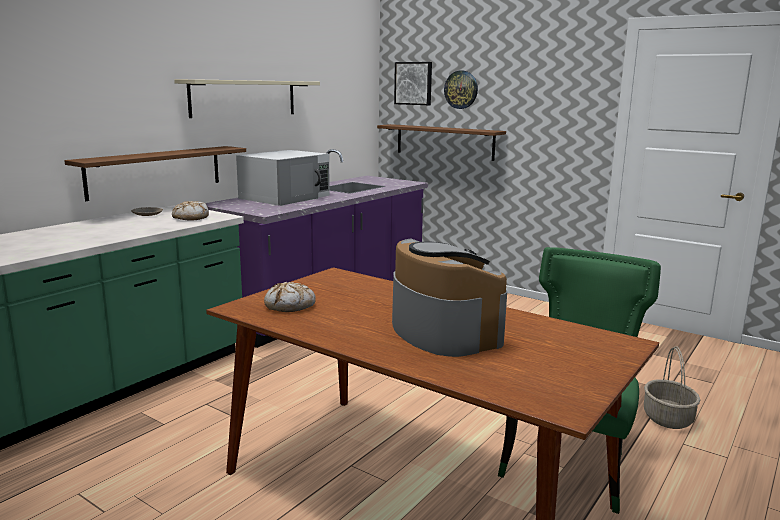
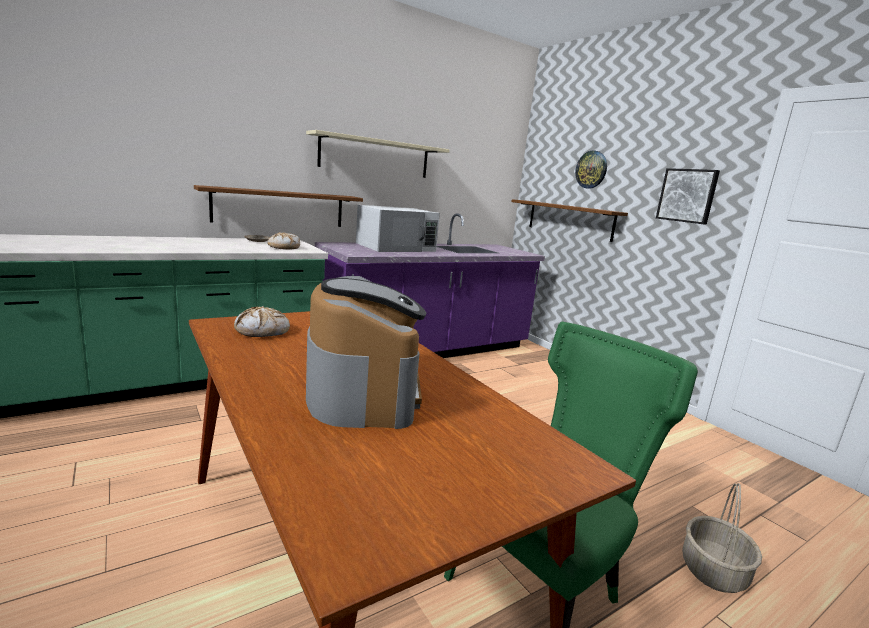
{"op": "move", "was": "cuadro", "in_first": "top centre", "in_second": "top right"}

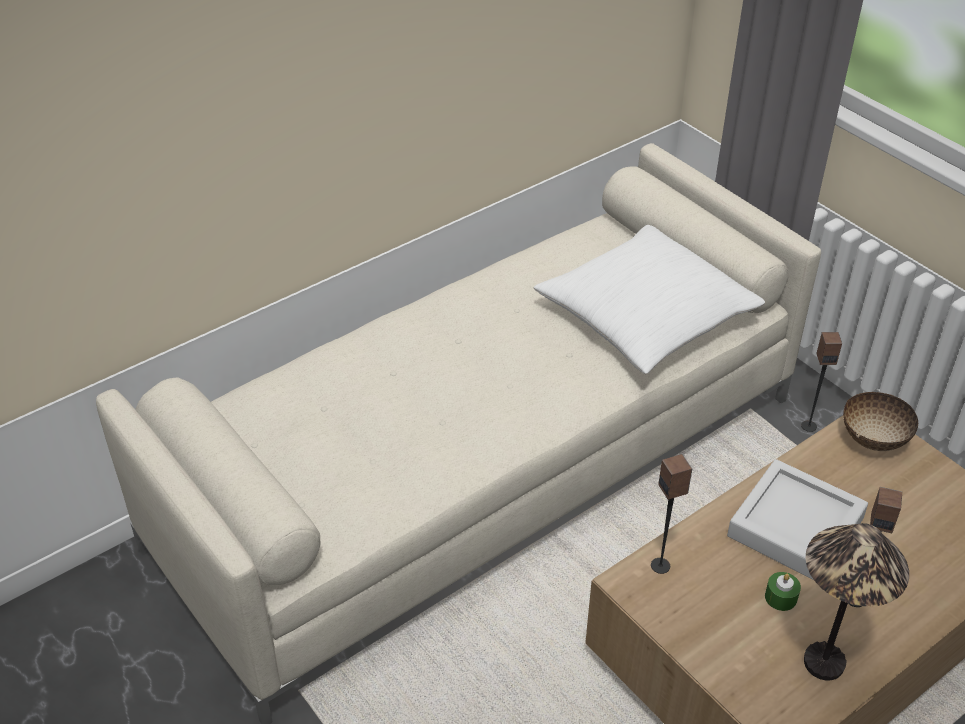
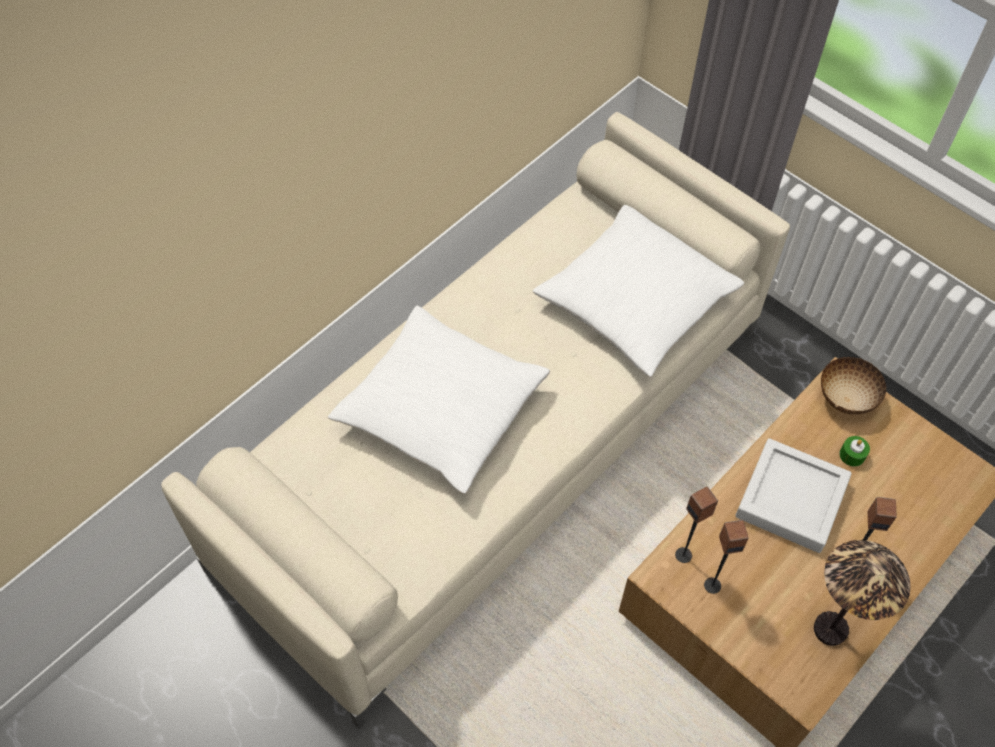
{"op": "insert", "now": "cojín (blanco) (1st from left)", "in_second": "centre"}
{"op": "move", "was": "vela (verde)", "in_first": "bottom right", "in_second": "middle right"}
{"op": "move", "was": "altavoz (2nd from left)", "in_first": "middle right", "in_second": "bottom right"}

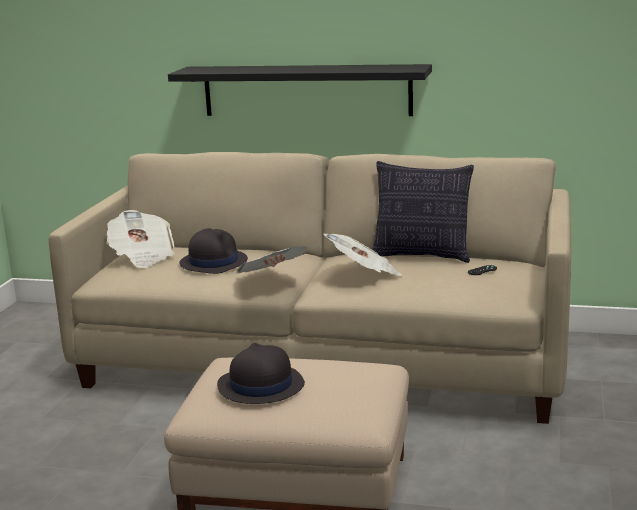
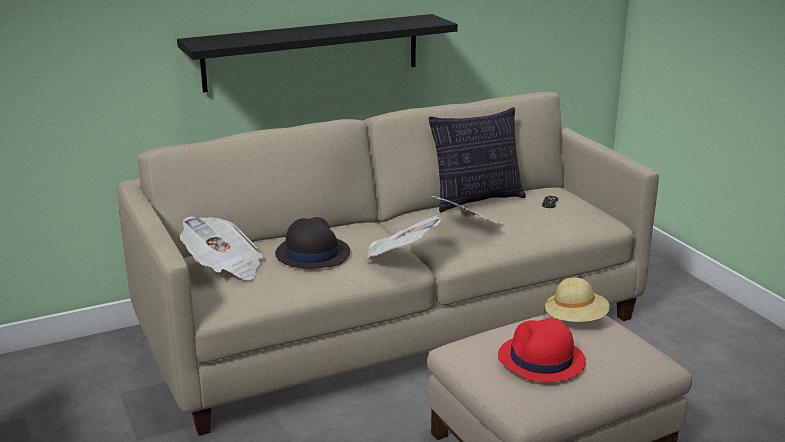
{"op": "insert", "now": "sombrero (beis)", "in_second": "bottom right"}
{"op": "recolor", "was": "sombrero (negro) (2nd from left)", "now": "sombrero (rojo)", "in_first": "bottom centre", "in_second": "bottom right"}

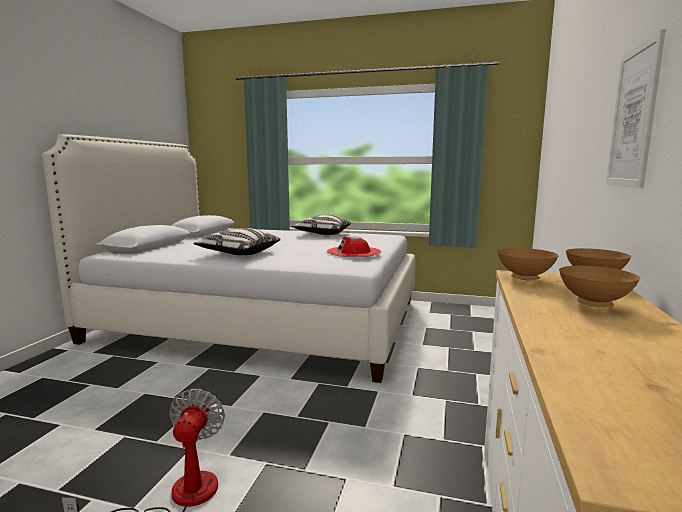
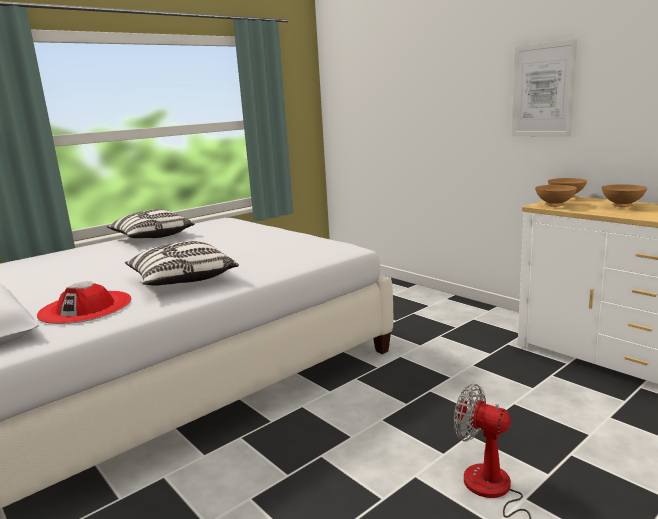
{"op": "move", "was": "sombrero (rojo)", "in_first": "centre", "in_second": "middle left"}

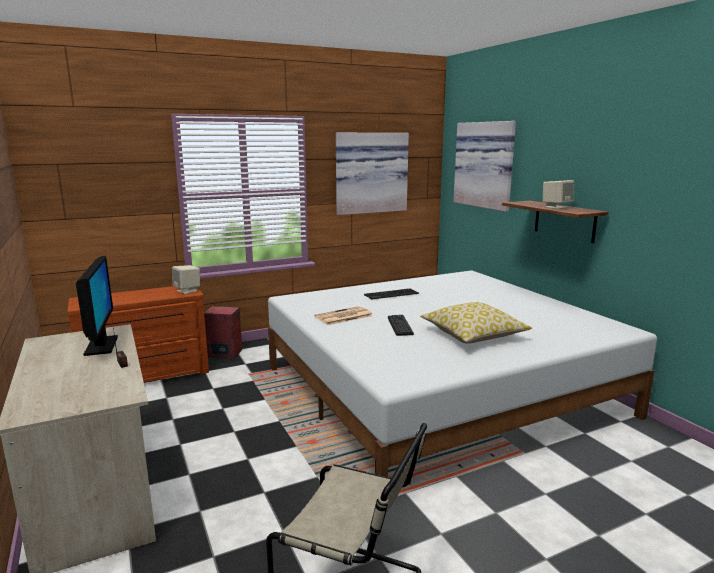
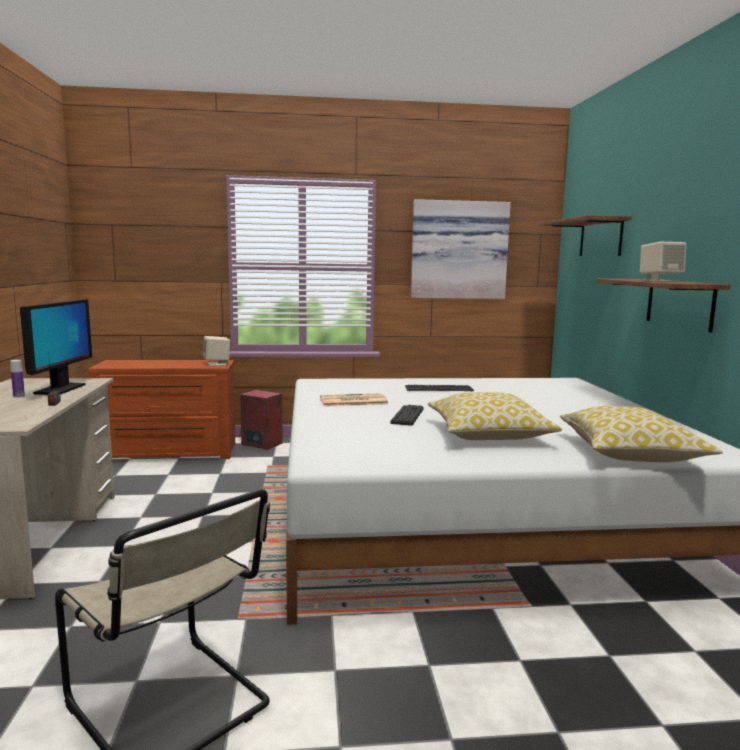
{"op": "insert", "now": "botella", "in_second": "middle left"}
{"op": "insert", "now": "cojín (2nd from left)", "in_second": "middle right"}
{"op": "replace", "was": "cuadro (2nd from left)", "now": "estante (1st from left)", "in_first": "top right", "in_second": "top right"}

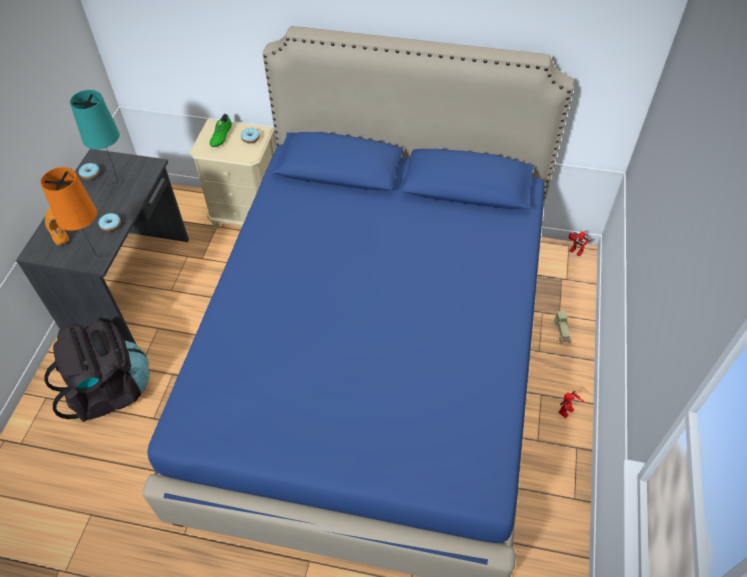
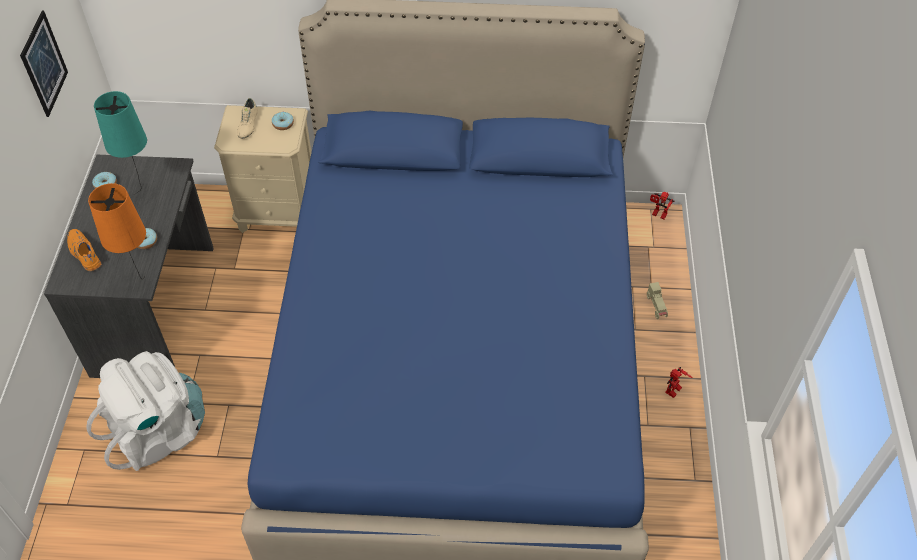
{"op": "insert", "now": "cuadro", "in_second": "top left"}
{"op": "recolor", "was": "mochila (negro)", "now": "mochila (blanco)", "in_first": "middle left", "in_second": "bottom left"}
{"op": "recolor", "was": "zapato (verde)", "now": "zapato (beis)", "in_first": "top left", "in_second": "top left"}

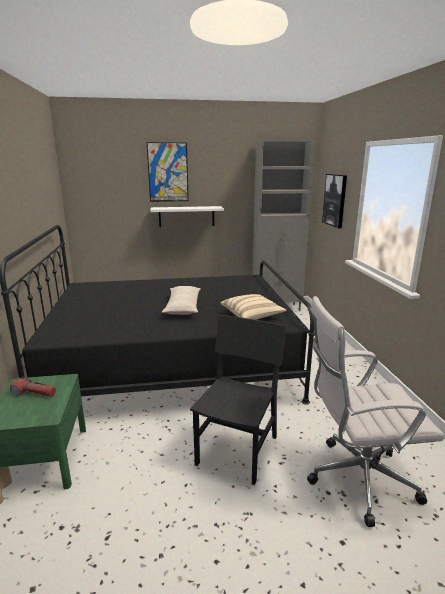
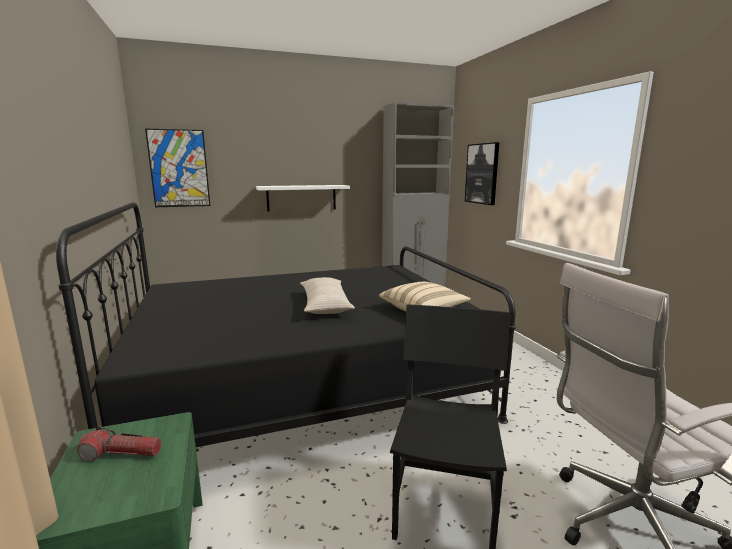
{"op": "move", "was": "cuadro (1st from left)", "in_first": "top centre", "in_second": "top left"}

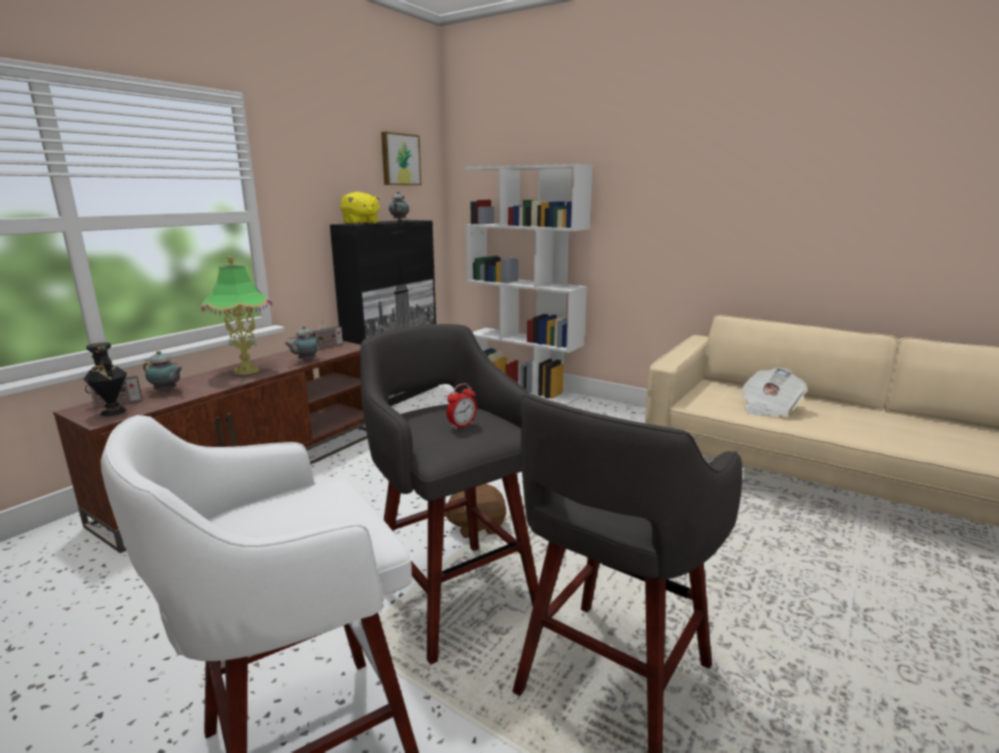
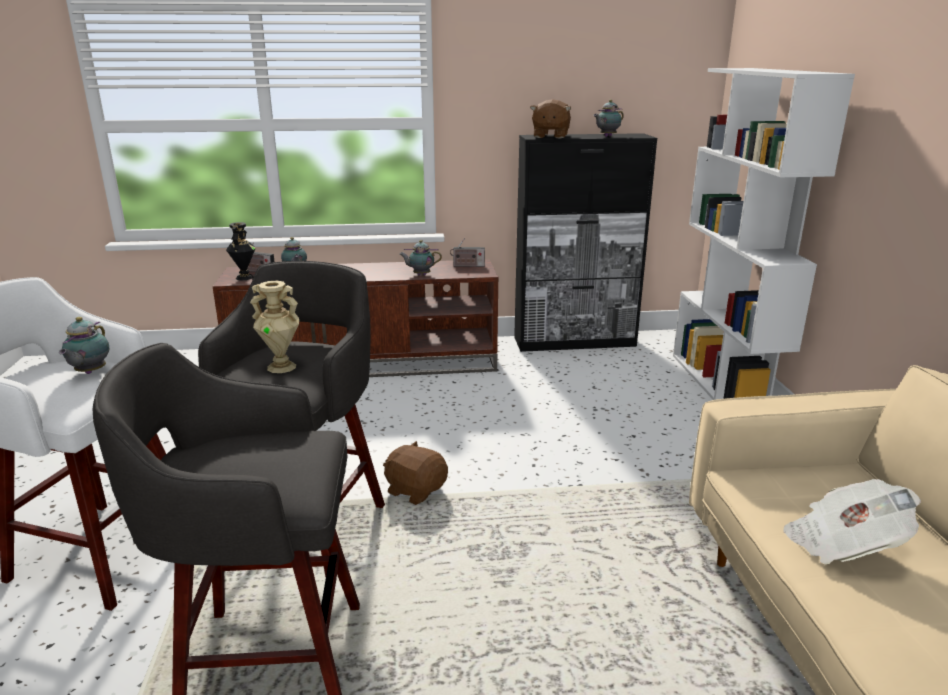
{"op": "delete", "was": "lámpara de mesa", "in_first": "middle left"}
{"op": "delete", "was": "cuadro", "in_first": "top centre"}
{"op": "insert", "now": "tetera (1st from left)", "in_second": "middle left"}
{"op": "replace", "was": "despertador", "now": "florero (beis)", "in_first": "centre", "in_second": "middle left"}
{"op": "recolor", "was": "peluche (amarillo)", "now": "peluche (marrón) (2nd from left)", "in_first": "top centre", "in_second": "top centre"}

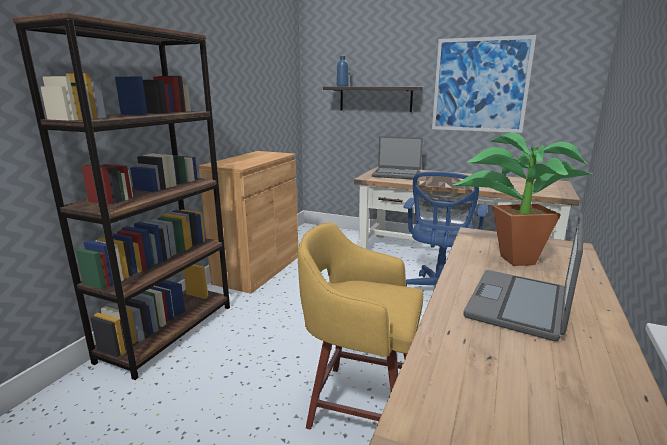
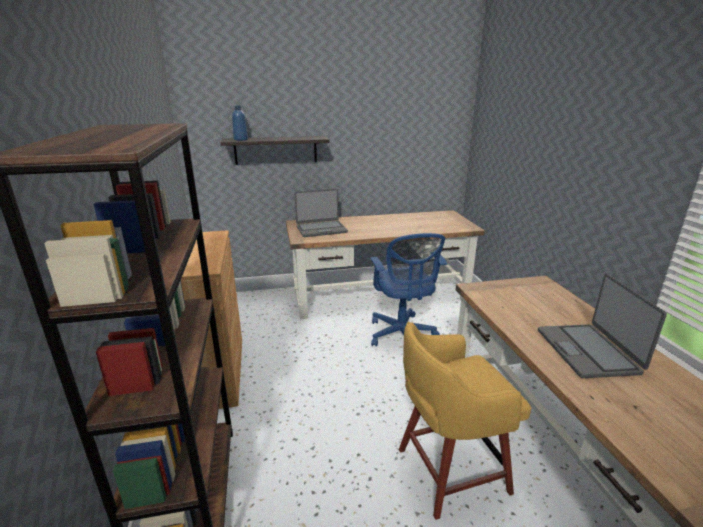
{"op": "delete", "was": "cuadro", "in_first": "top right"}
{"op": "delete", "was": "planta en maceta", "in_first": "middle right"}

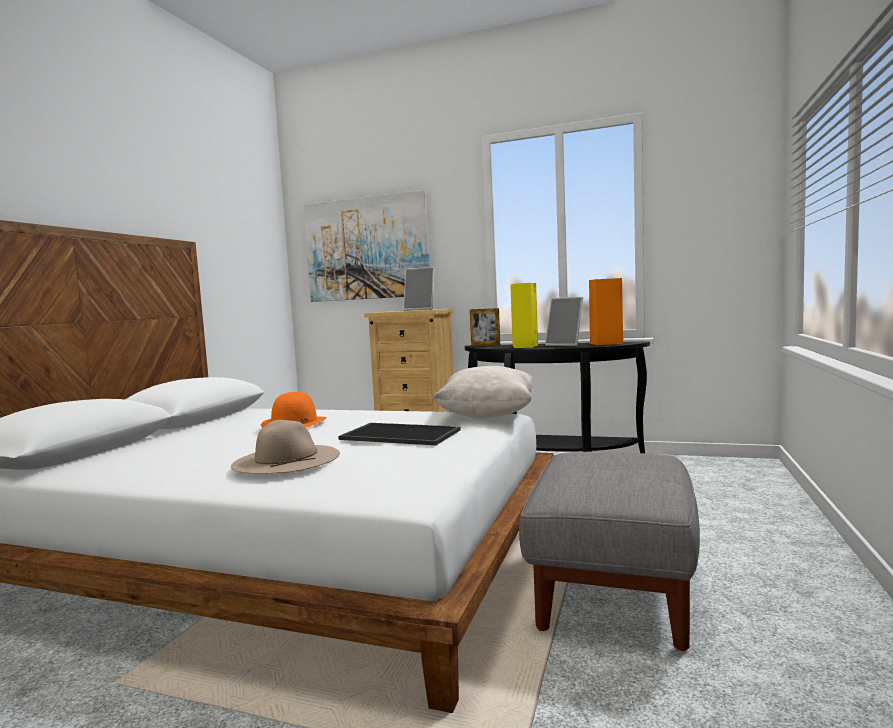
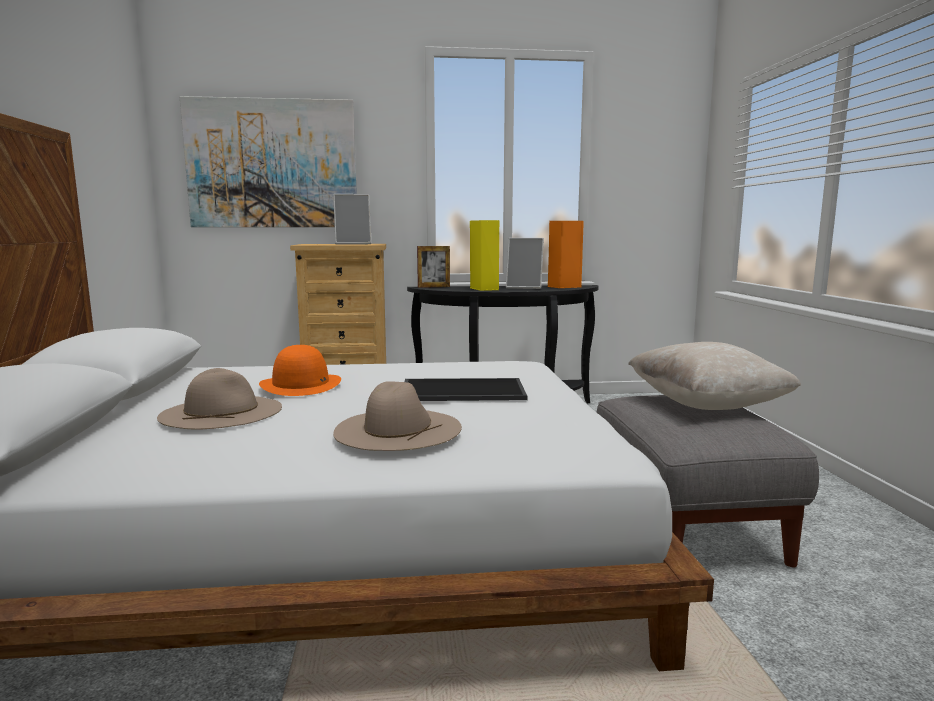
{"op": "insert", "now": "sombrero (beis) (1st from left)", "in_second": "middle left"}
{"op": "move", "was": "cojín (beis)", "in_first": "centre", "in_second": "middle right"}

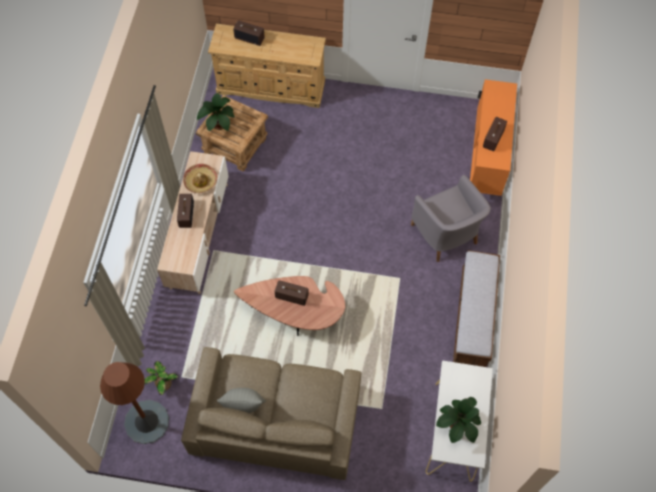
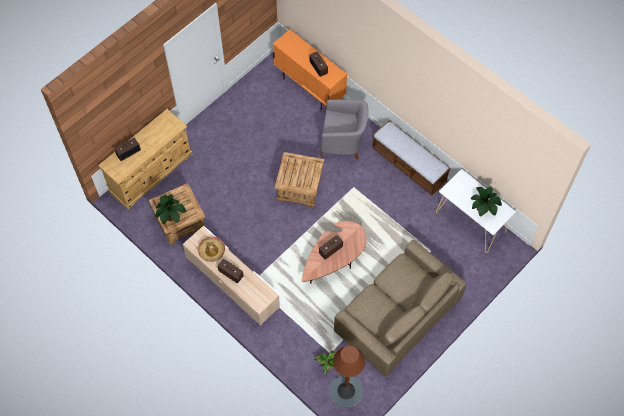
{"op": "delete", "was": "cojín (gris)", "in_first": "bottom centre"}
{"op": "insert", "now": "mesa auxiliar (marrón) (2nd from left)", "in_second": "centre"}

